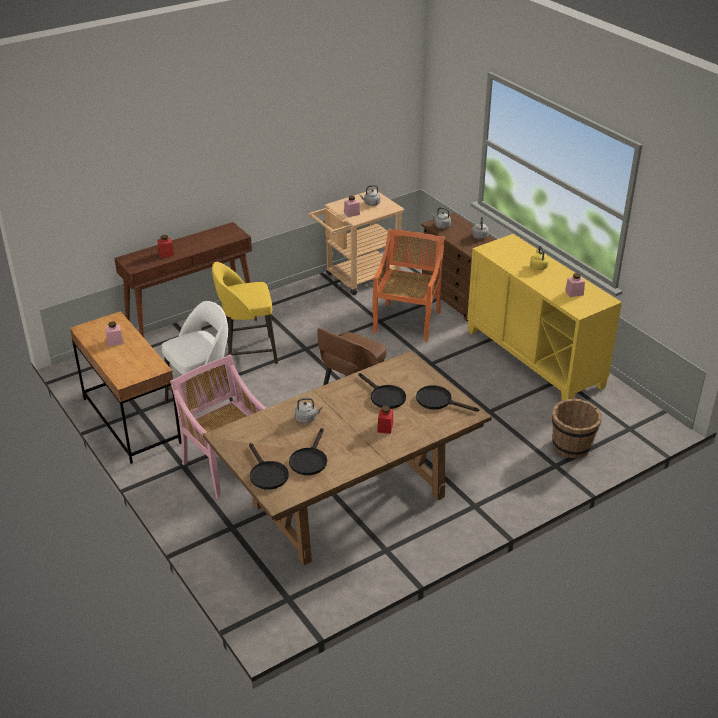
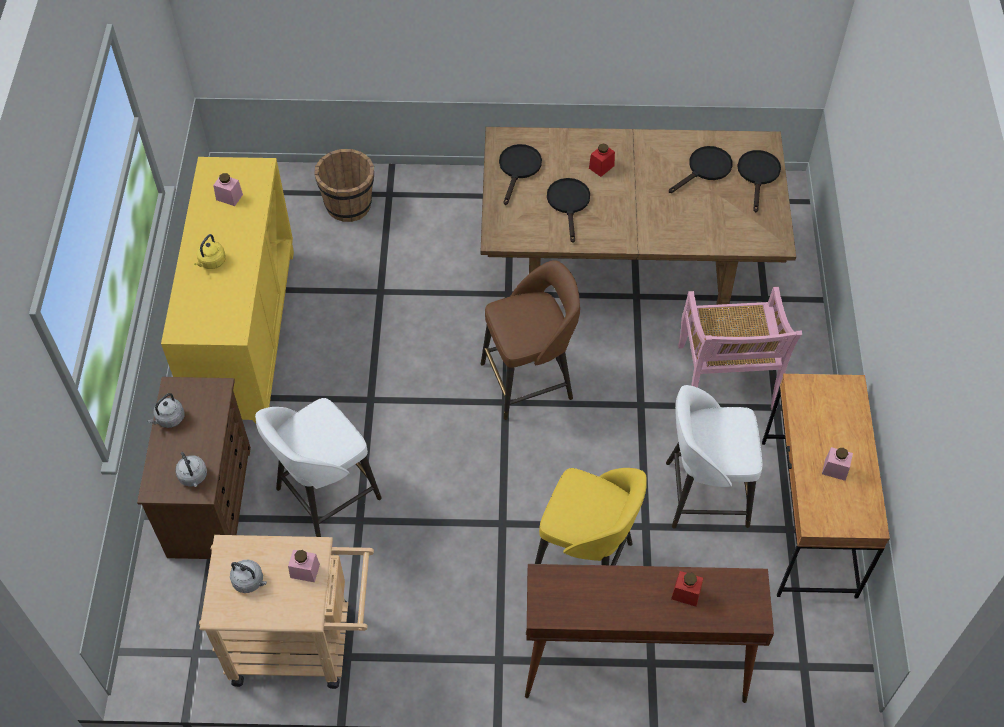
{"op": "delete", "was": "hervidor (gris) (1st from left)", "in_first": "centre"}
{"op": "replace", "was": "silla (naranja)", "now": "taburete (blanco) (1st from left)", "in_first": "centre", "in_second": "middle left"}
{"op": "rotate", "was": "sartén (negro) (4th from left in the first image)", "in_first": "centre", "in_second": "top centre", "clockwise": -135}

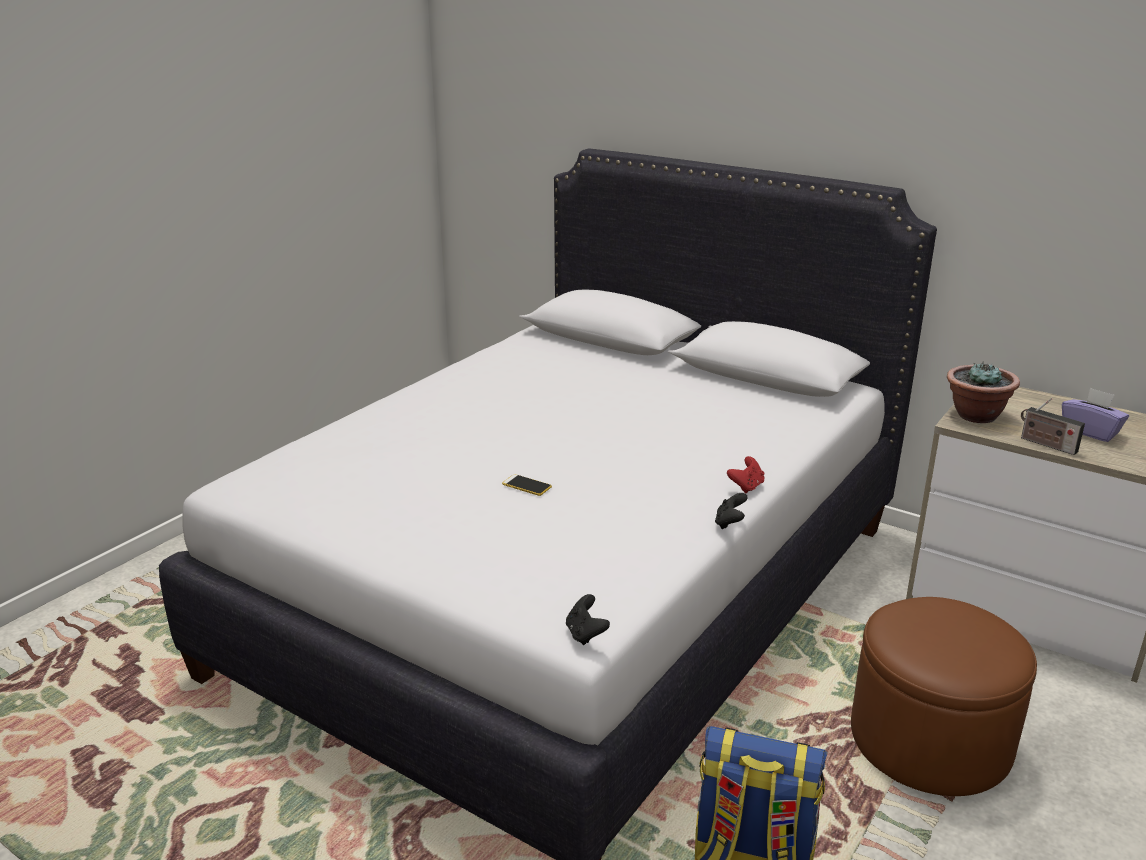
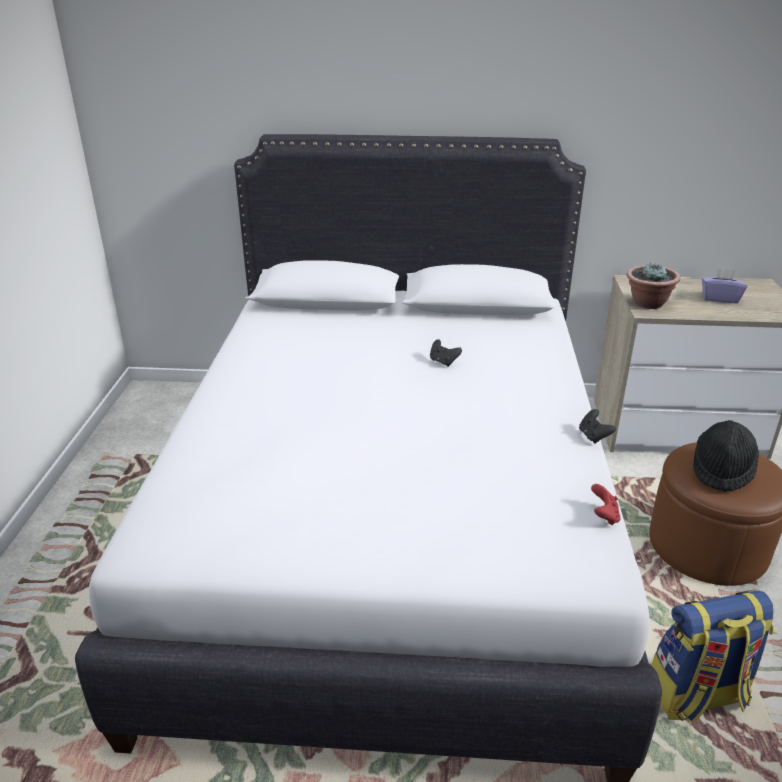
{"op": "delete", "was": "móvil", "in_first": "centre"}
{"op": "delete", "was": "radio", "in_first": "middle right"}
{"op": "insert", "now": "sombrero (negro)", "in_second": "middle right"}
{"op": "move", "was": "mando de consola (negro) (1st from left)", "in_first": "bottom centre", "in_second": "centre"}
{"op": "move", "was": "mando de consola (rojo)", "in_first": "centre", "in_second": "middle right"}

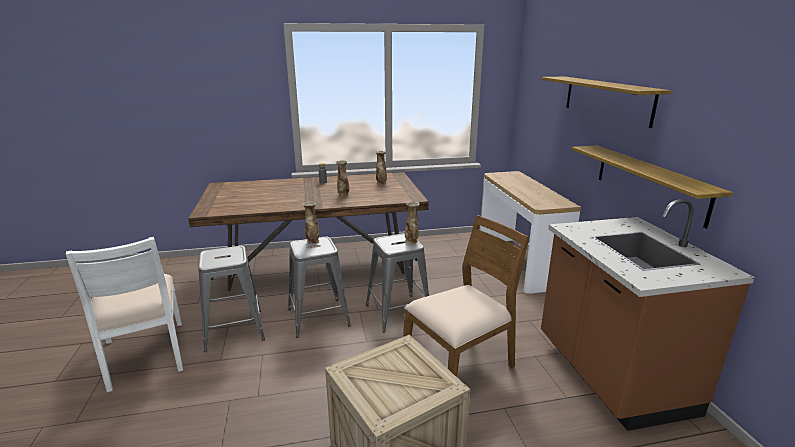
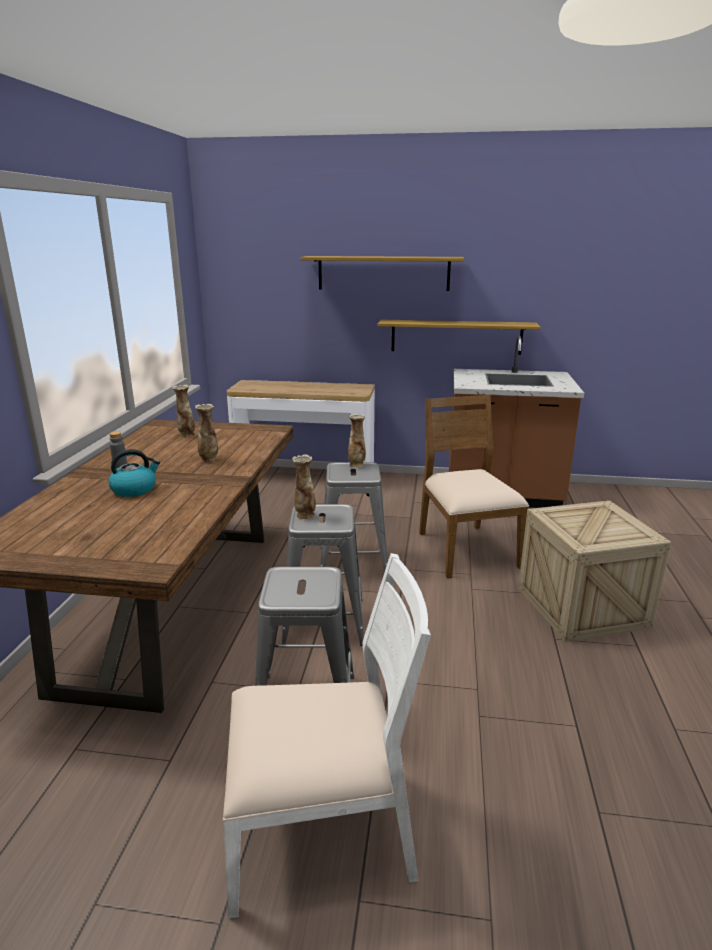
{"op": "insert", "now": "hervidor", "in_second": "middle left"}

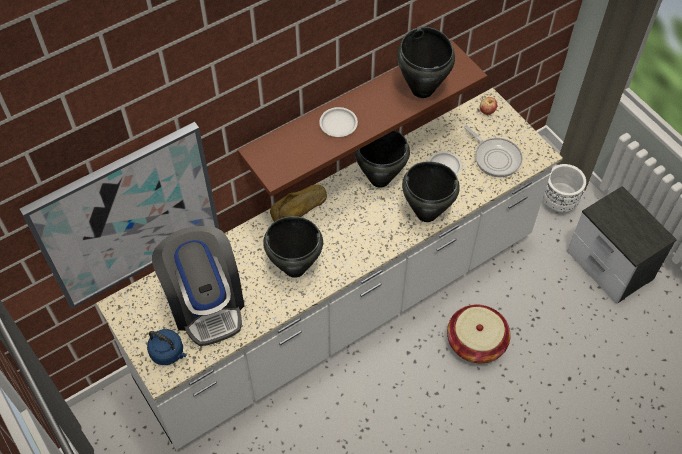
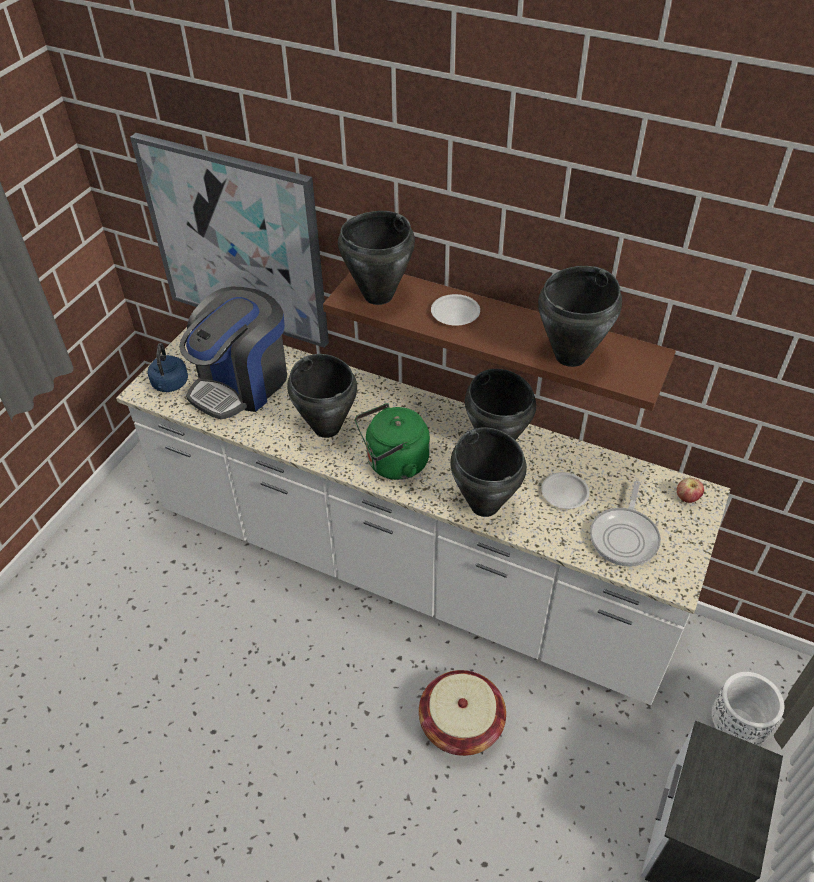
{"op": "delete", "was": "pan", "in_first": "centre"}
{"op": "insert", "now": "olla (negro) (2nd from left)", "in_second": "top centre"}
{"op": "insert", "now": "hervidor (verde)", "in_second": "centre"}

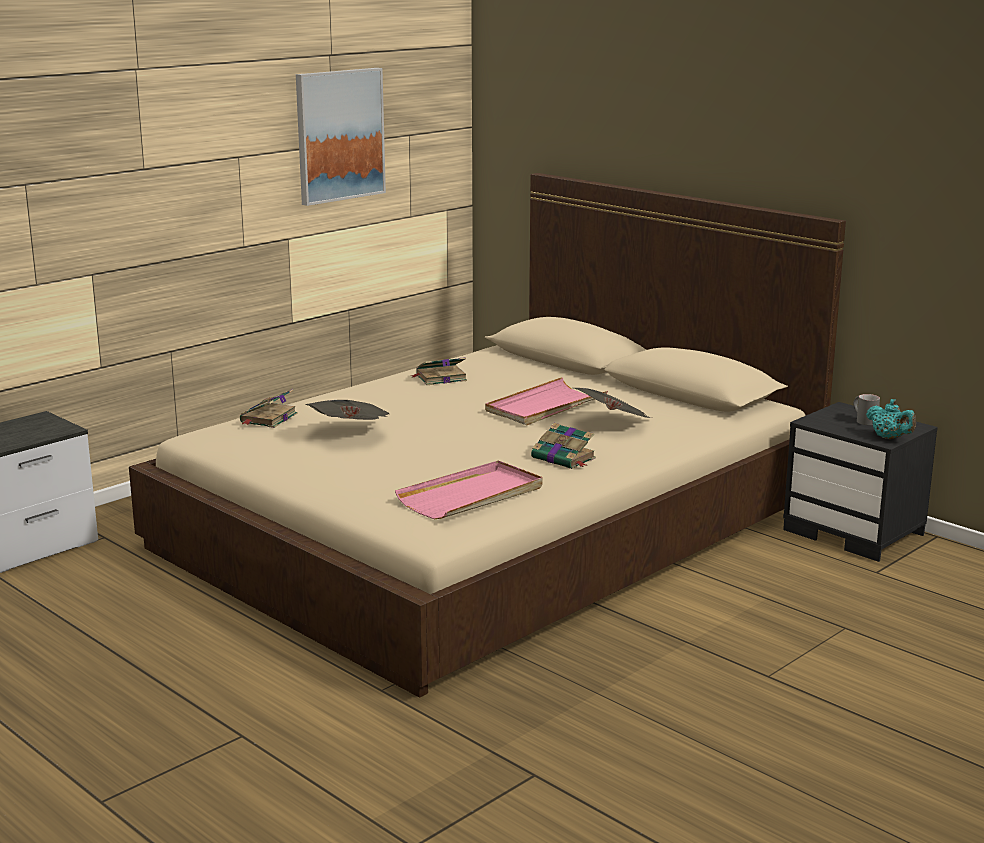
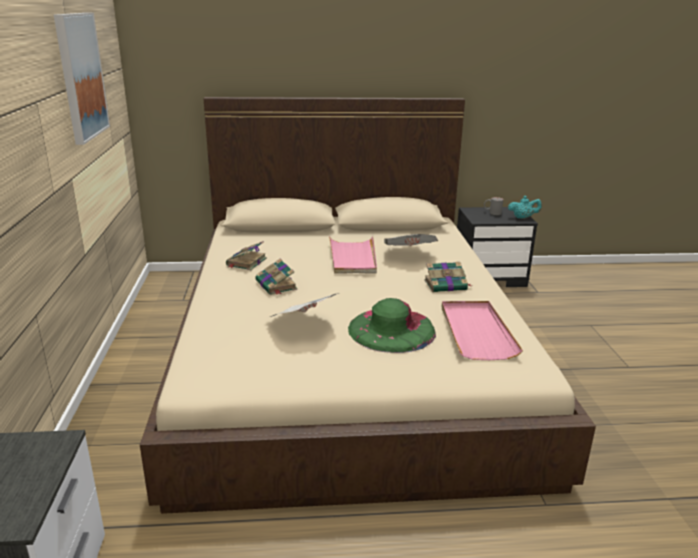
{"op": "insert", "now": "sombrero (verde)", "in_second": "centre"}
{"op": "move", "was": "libro (1st from left in the first image)", "now": "libro (2nd from left)", "in_first": "middle left", "in_second": "centre"}

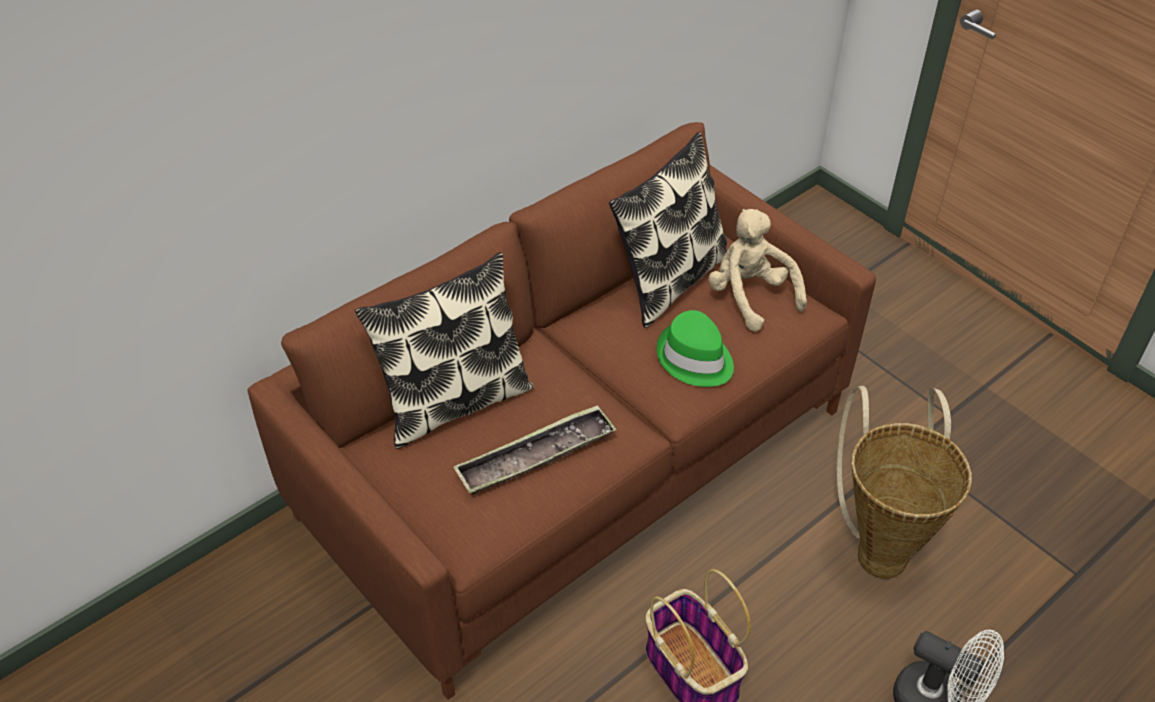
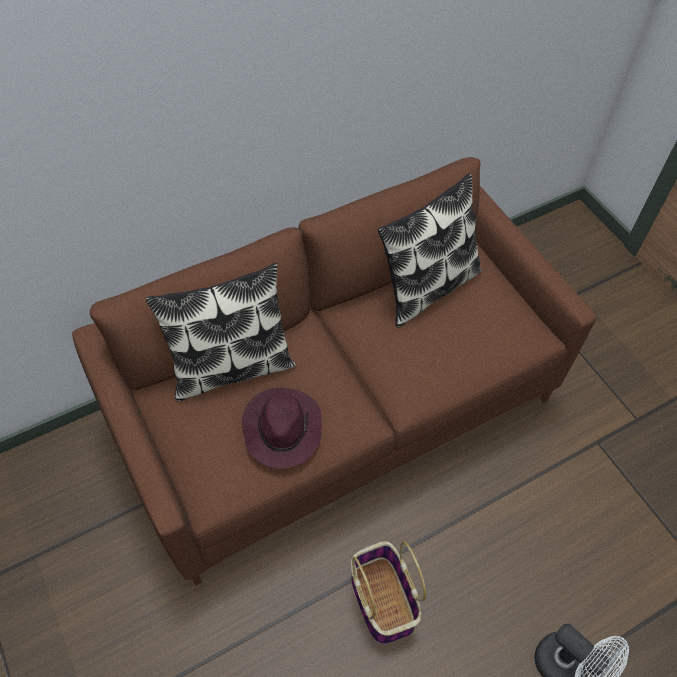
{"op": "delete", "was": "sombrero (verde)", "in_first": "centre"}
{"op": "delete", "was": "peluche (beis)", "in_first": "centre"}
{"op": "delete", "was": "cesta (2nd from left)", "in_first": "bottom right"}
{"op": "replace", "was": "bandeja", "now": "sombrero (morado)", "in_first": "centre", "in_second": "centre"}

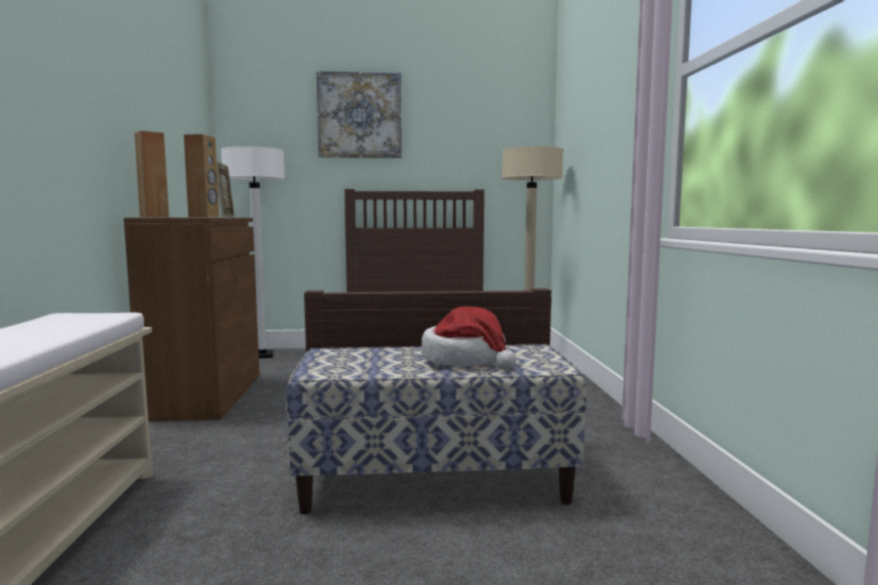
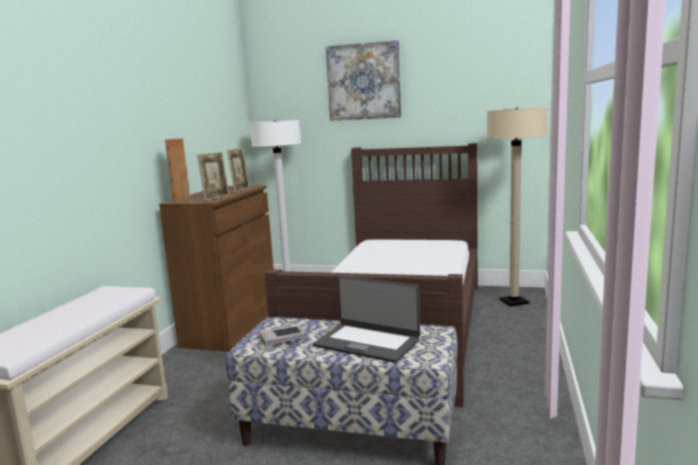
{"op": "insert", "now": "libro", "in_second": "bottom centre"}
{"op": "replace", "was": "altavoz (marrón) (2nd from left)", "now": "portarretratos (1st from left)", "in_first": "top left", "in_second": "middle left"}
{"op": "replace", "was": "sombrero", "now": "portátil", "in_first": "centre", "in_second": "bottom centre"}

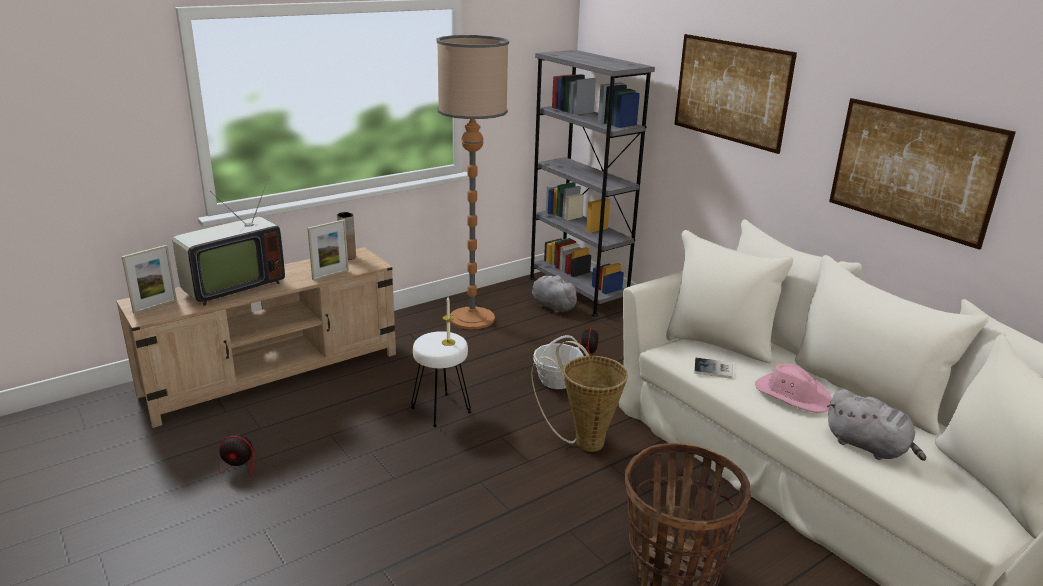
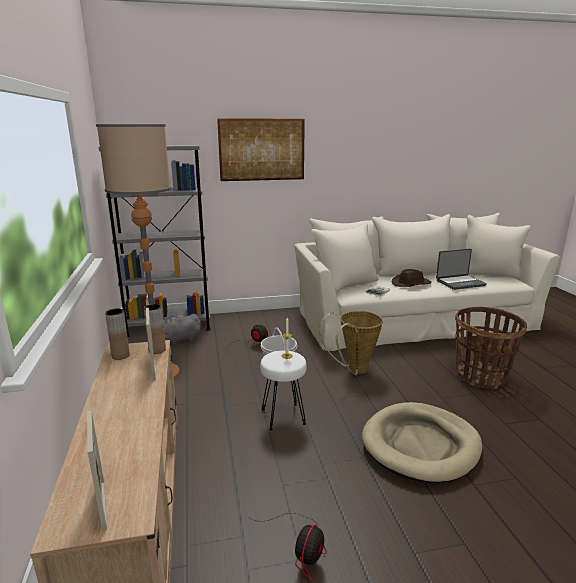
{"op": "delete", "was": "televisor", "in_first": "middle left"}
{"op": "delete", "was": "cuadro (2nd from left)", "in_first": "top right"}
{"op": "insert", "now": "florero (marrón) (2nd from left)", "in_second": "middle left"}
{"op": "insert", "now": "cama para perro (beis)", "in_second": "bottom right"}
{"op": "replace", "was": "peluche (gris) (2nd from left)", "now": "portátil", "in_first": "bottom right", "in_second": "middle right"}
{"op": "recolor", "was": "sombrero (rosa)", "now": "sombrero (marrón)", "in_first": "middle right", "in_second": "middle right"}

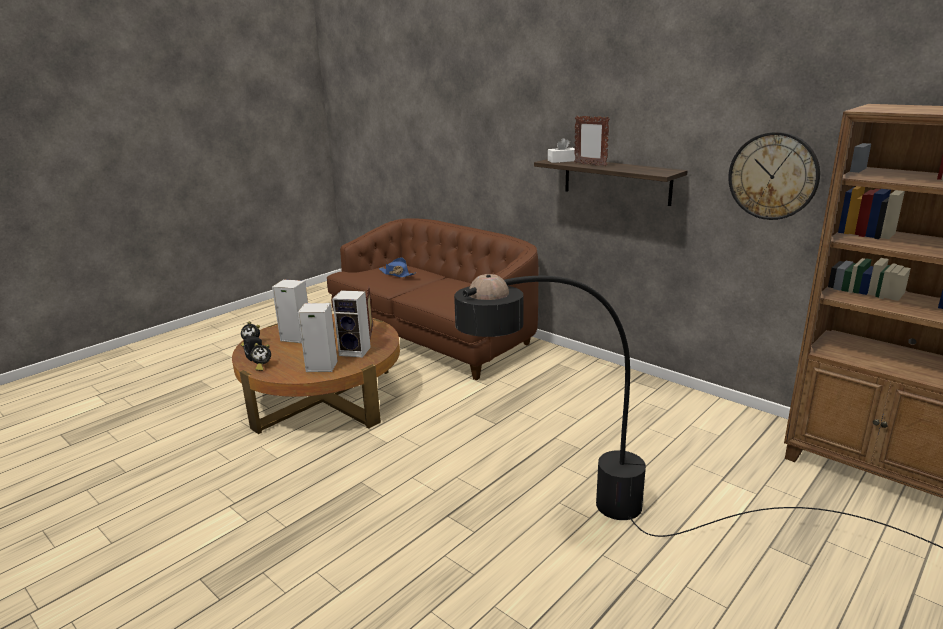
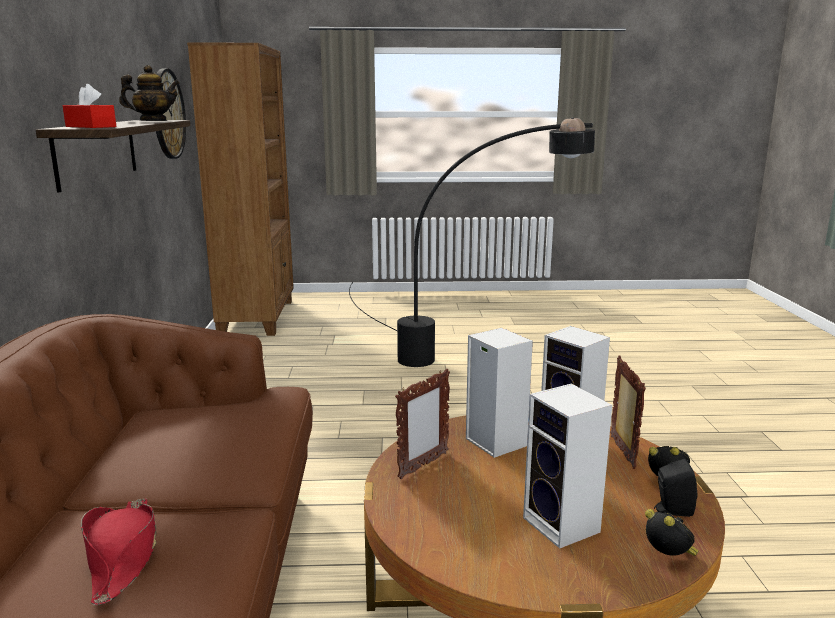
{"op": "insert", "now": "tetera", "in_second": "top left"}
{"op": "move", "was": "portarretratos (2nd from left)", "in_first": "top centre", "in_second": "bottom right"}
{"op": "recolor", "was": "sombrero (azul)", "now": "sombrero (rojo)", "in_first": "centre", "in_second": "bottom left"}
{"op": "recolor", "was": "caja de pañuelos (blanco)", "now": "caja de pañuelos (rojo)", "in_first": "top centre", "in_second": "top left"}

